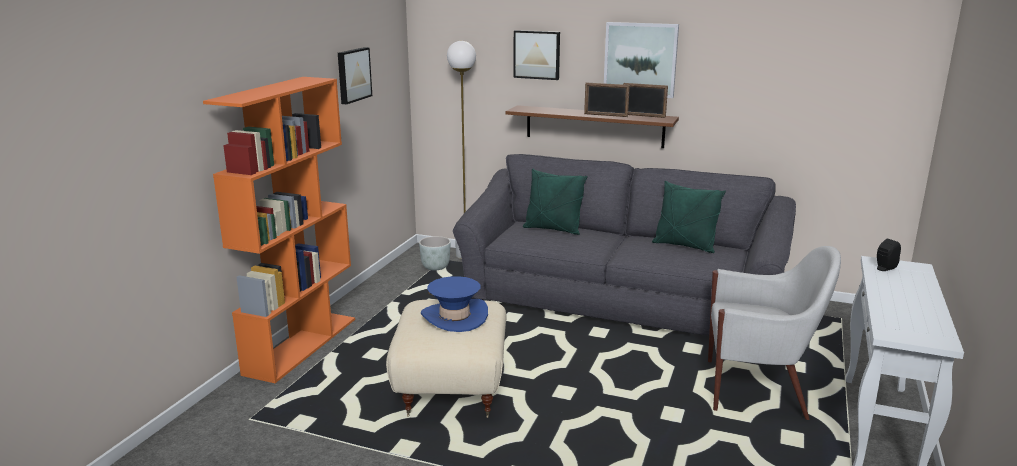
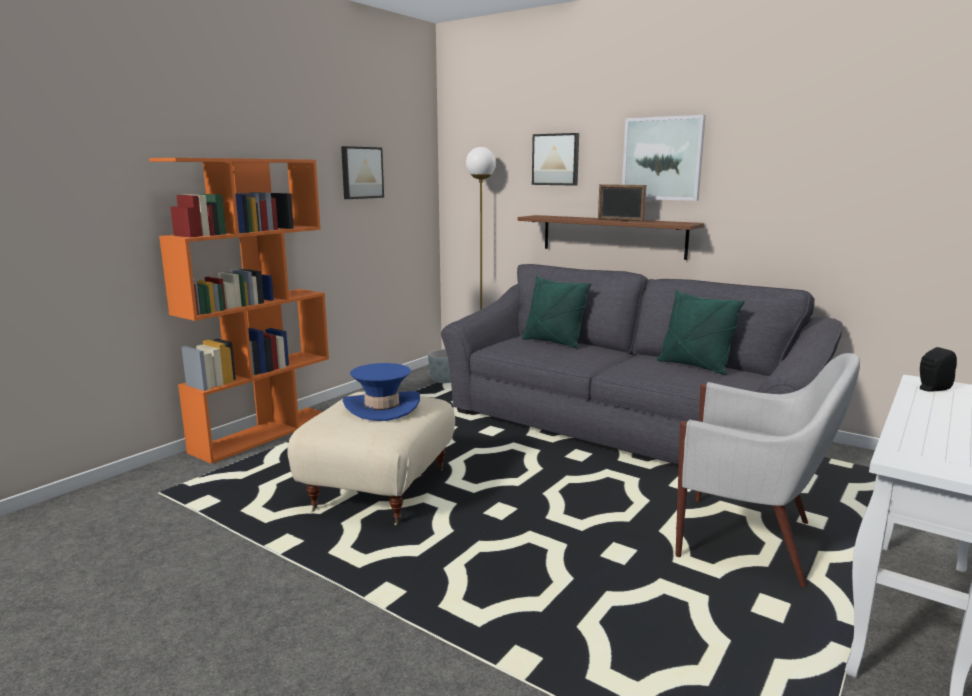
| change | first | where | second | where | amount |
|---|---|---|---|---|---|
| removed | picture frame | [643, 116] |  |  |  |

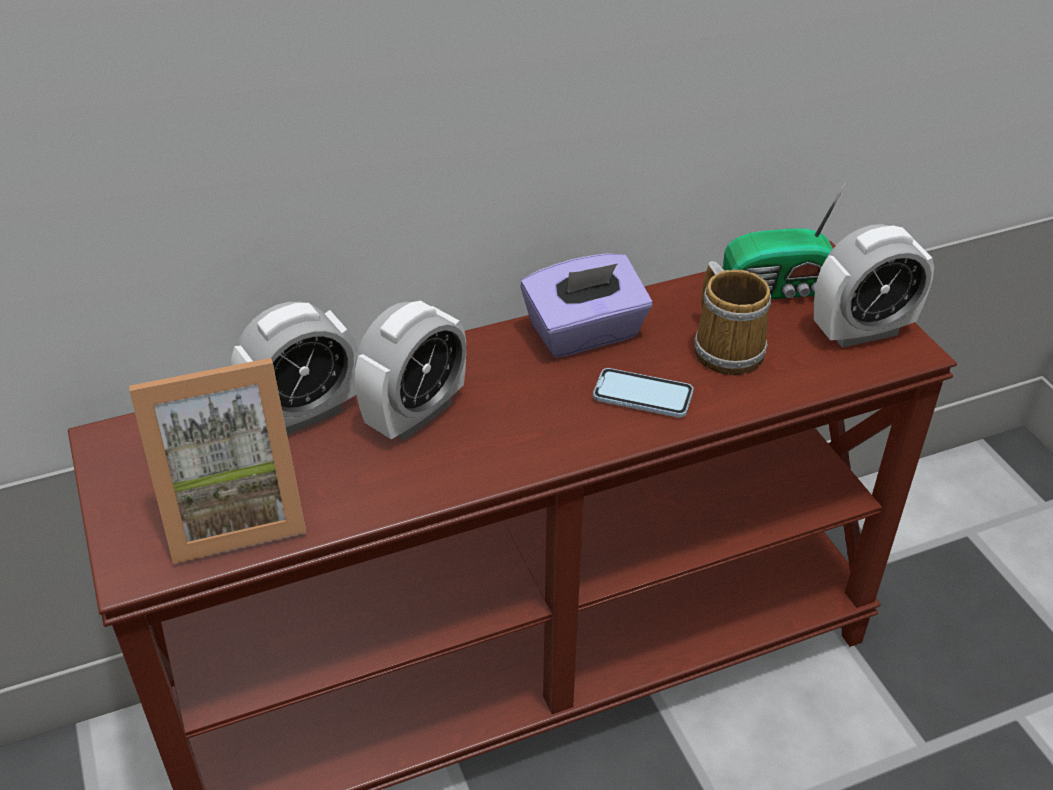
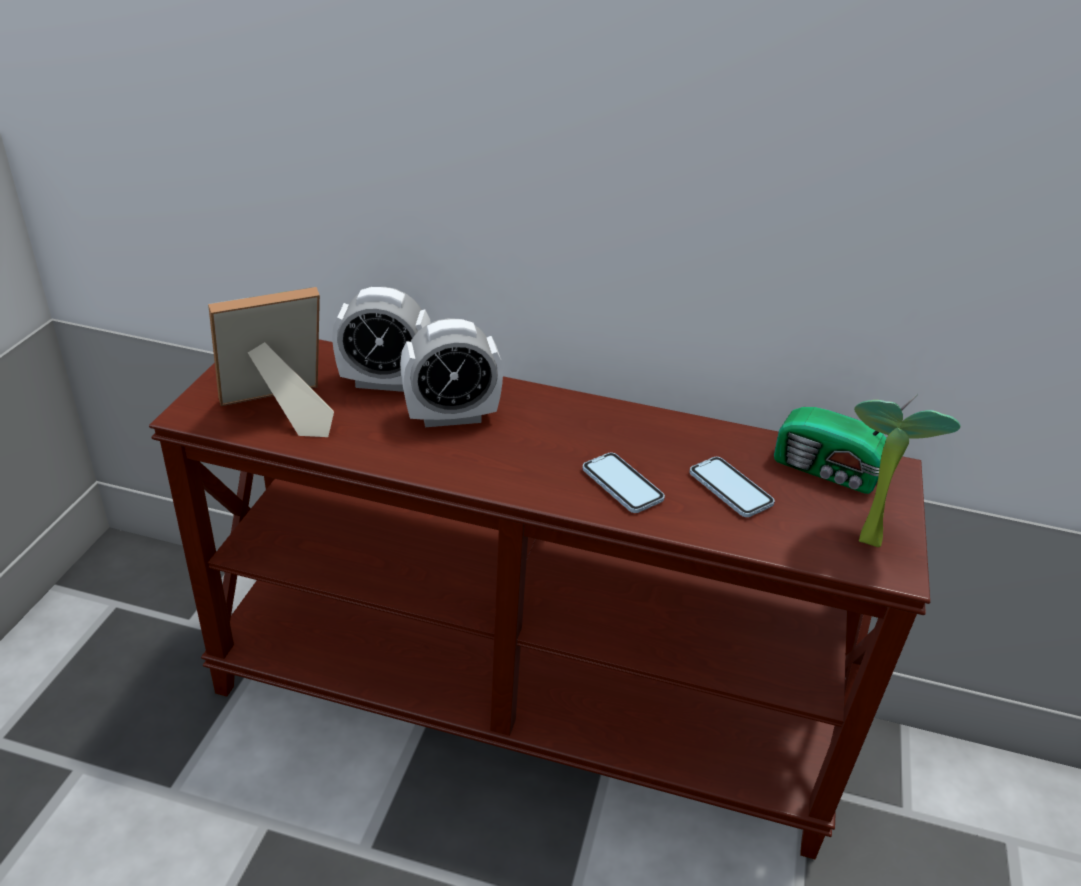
| change | first | where | second | where | amount |
|---|---|---|---|---|---|
| removed | box of tissues (purple) | [585, 333] |  |  |  |
| replaced | tea mug | [728, 348] | phone | [730, 489] |  |
| replaced | alarm clock | [862, 331] | houseplant | [864, 534] |  |
| turned | picture frame | [233, 512] |  | [278, 413] | 135 degrees clockwise |

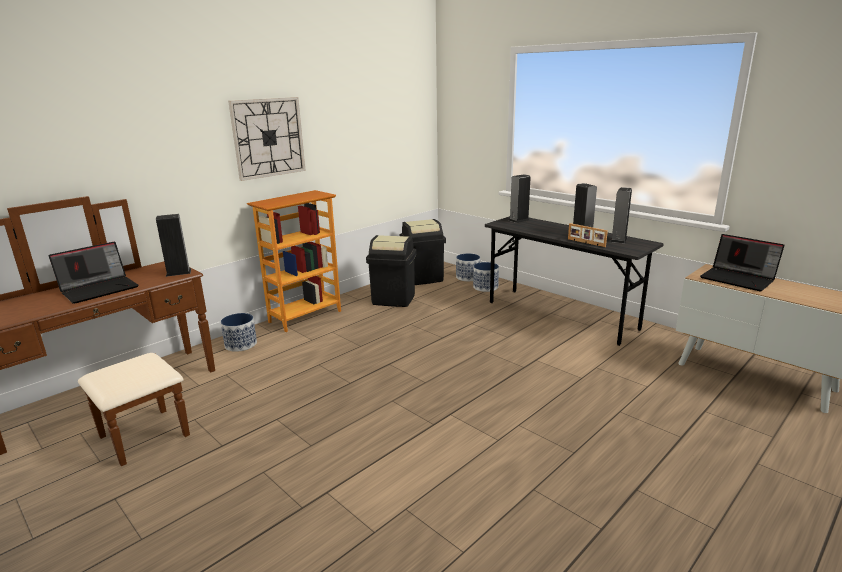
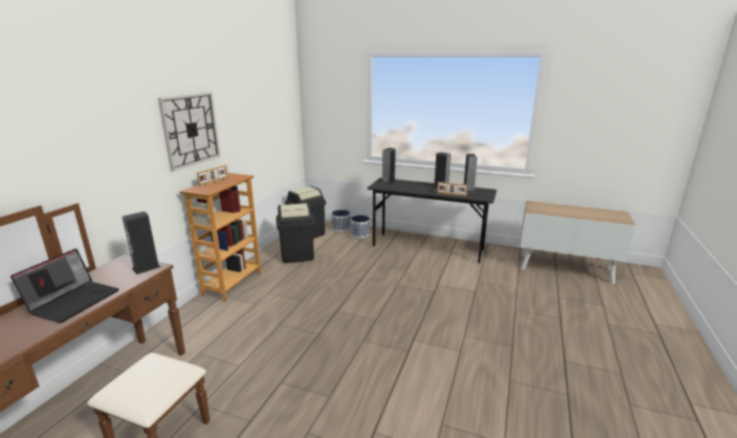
| change | first | where | second | where | amount |
|---|---|---|---|---|---|
| removed | plant pot | [240, 344] |  |  |  |
| removed | portable computer | [738, 279] |  |  |  |
| added |  |  | picture frame | [214, 182] |  |

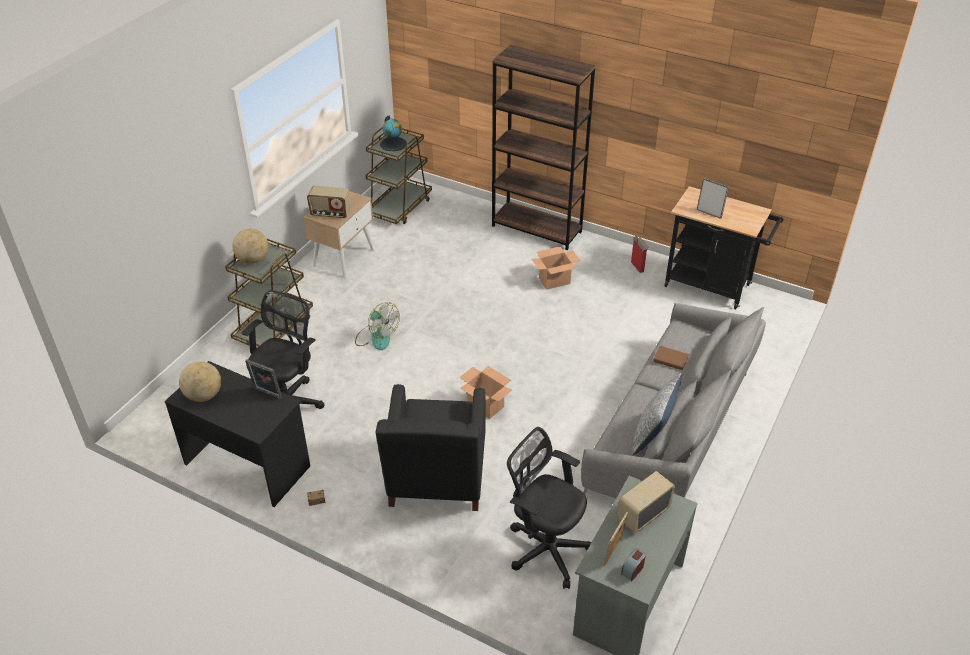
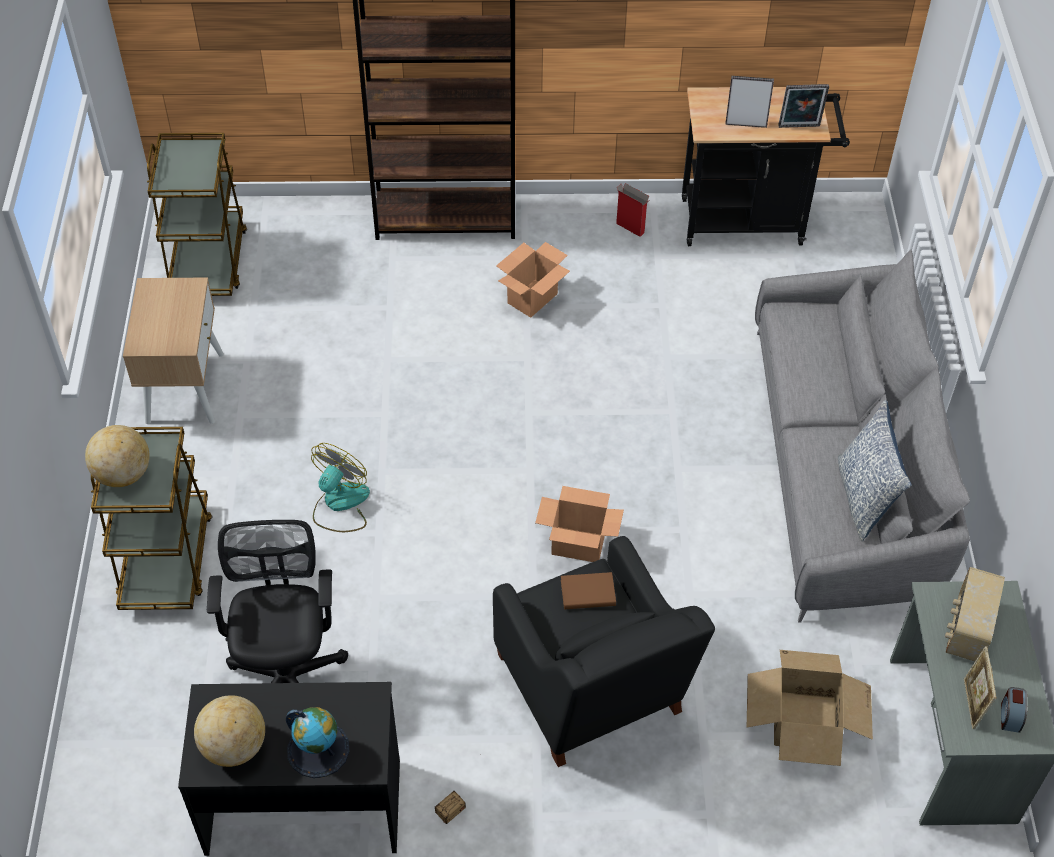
| change | first | where | second | where | amount |
|---|---|---|---|---|---|
| removed | radio receiver | [330, 213] |  |  |  |
| moved | picture frame | [267, 394] |  | [799, 127] |  |
| moved | globe | [393, 144] |  | [318, 749] |  |
| moved | book (brown) | [670, 360] |  | [588, 593] |  |
| replaced | computer chair (blackish) | [545, 547] | carton | [804, 720] |  |
| turned | fan | [376, 337] |  | [340, 504] | 75 degrees counterclockwise |

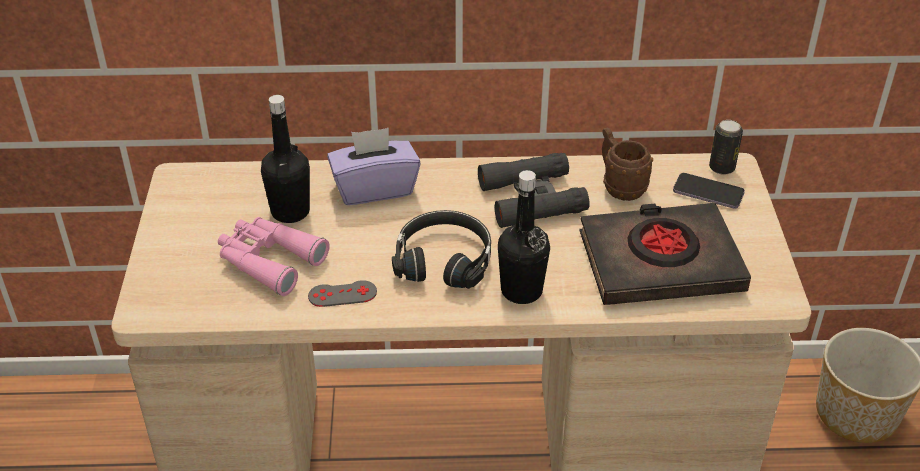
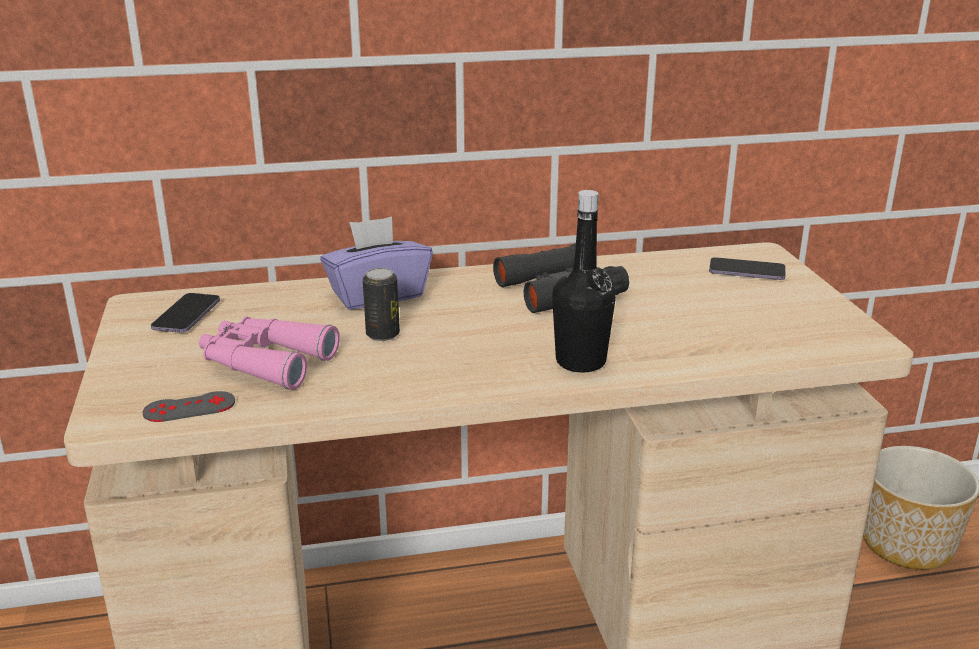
| change | first | where | second | where | amount |
|---|---|---|---|---|---|
| removed | beverage bottle (blackish) | [290, 212] |  |  |  |
| removed | headset (blackish) | [444, 259] |  |  |  |
| removed | book (blackish) | [660, 262] |  |  |  |
| removed | tea mug (brown) | [619, 186] |  |  |  |
| added |  |  | phone | [186, 315] |  |
| moved | joypad (greyish) | [342, 294] |  | [189, 407] |  |
| moved | can | [722, 167] |  | [382, 334] |  |

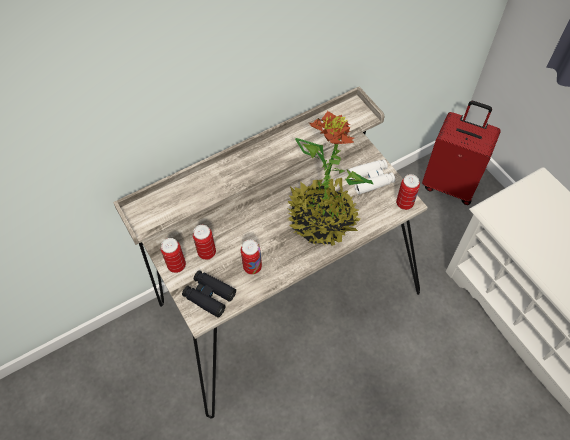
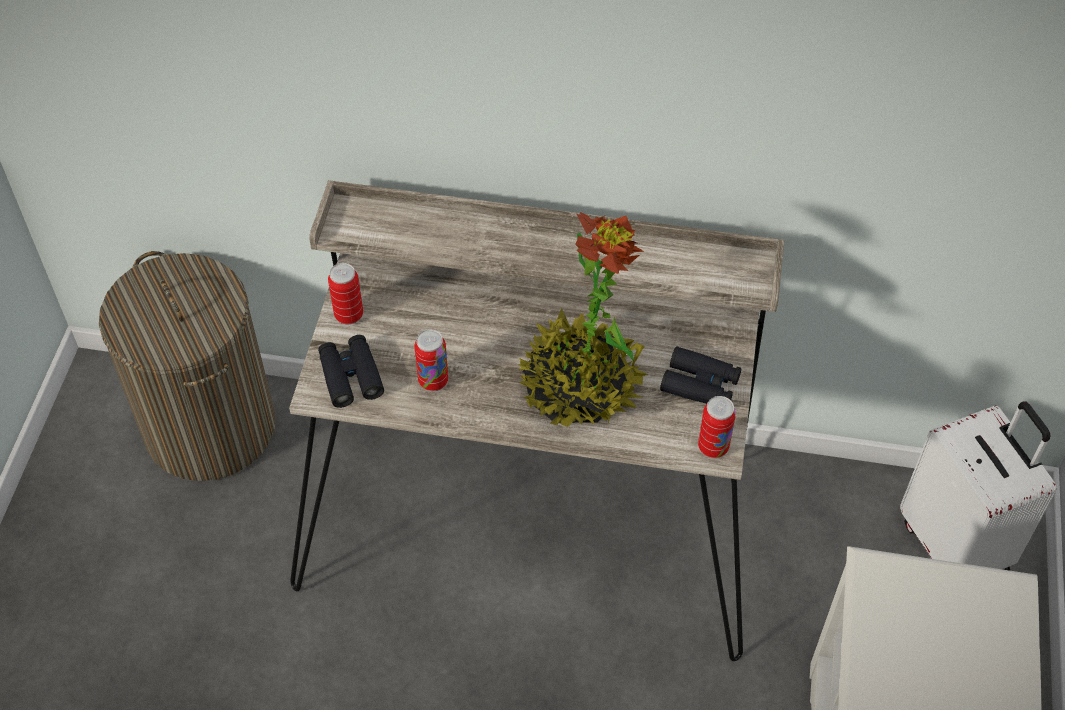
| change | first | where | second | where | amount |
|---|---|---|---|---|---|
| removed | can | [207, 252] |  |  |  |
| added |  |  | washing basket | [210, 427] |  |
| recoloured | binoculars (white) | [370, 179] | binoculars (blackish) | [700, 384] |  |
| recoloured | piece of luggage (red-coloured) | [450, 184] | piece of luggage (white) | [956, 546] |  |

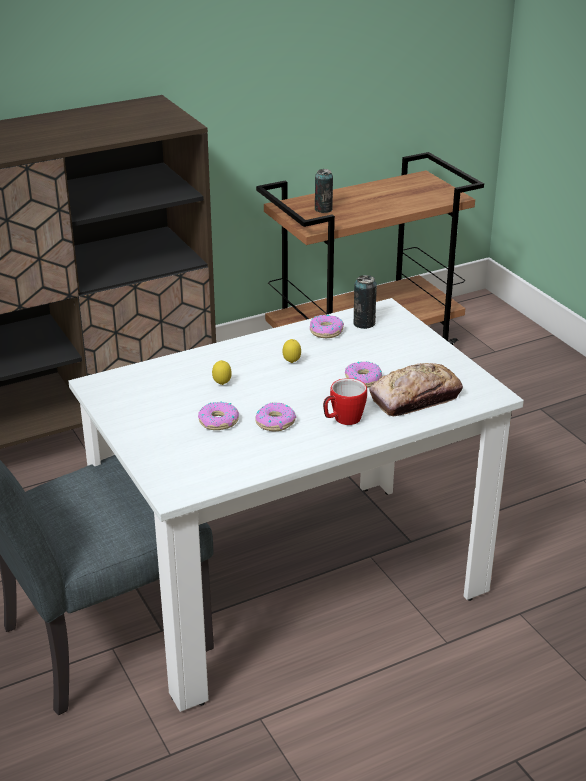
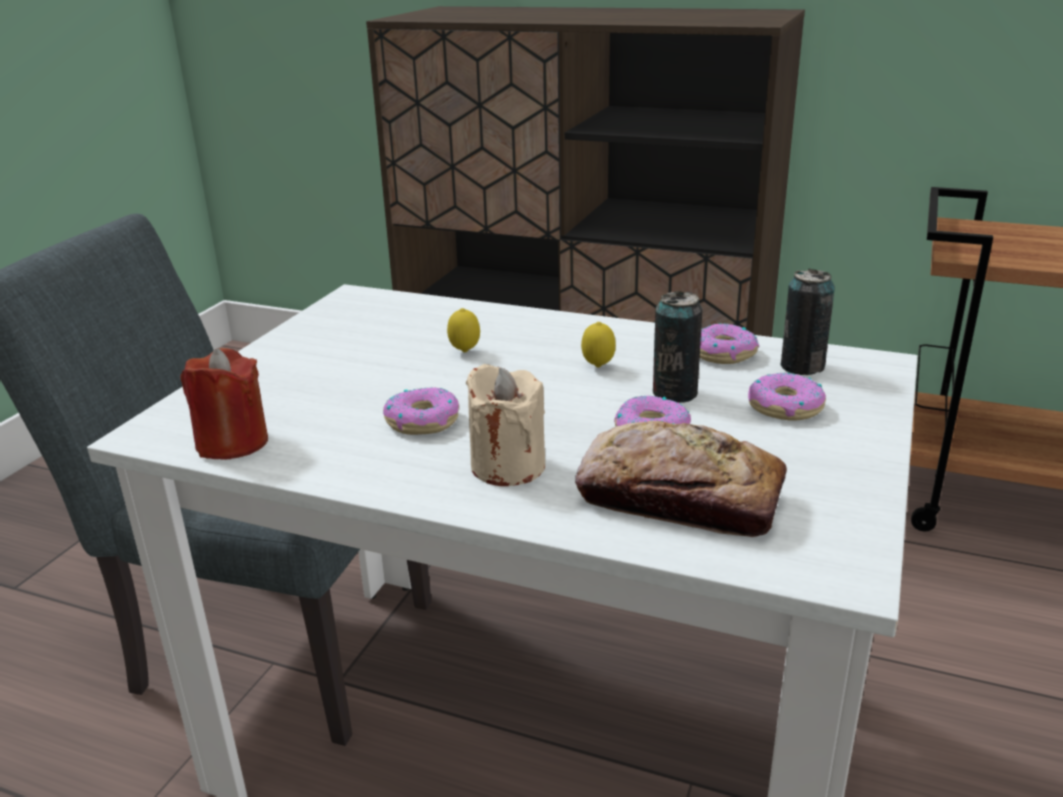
| change | first | where | second | where | amount |
|---|---|---|---|---|---|
| added |  |  | candle (red-coloured) | [232, 443] |  |
| moved | donut | [218, 422] |  | [784, 407] |  |
| moved | can | [323, 209] |  | [674, 393] |  |
| replaced | tea mug | [343, 420] | candle (beige) | [508, 466] |  |

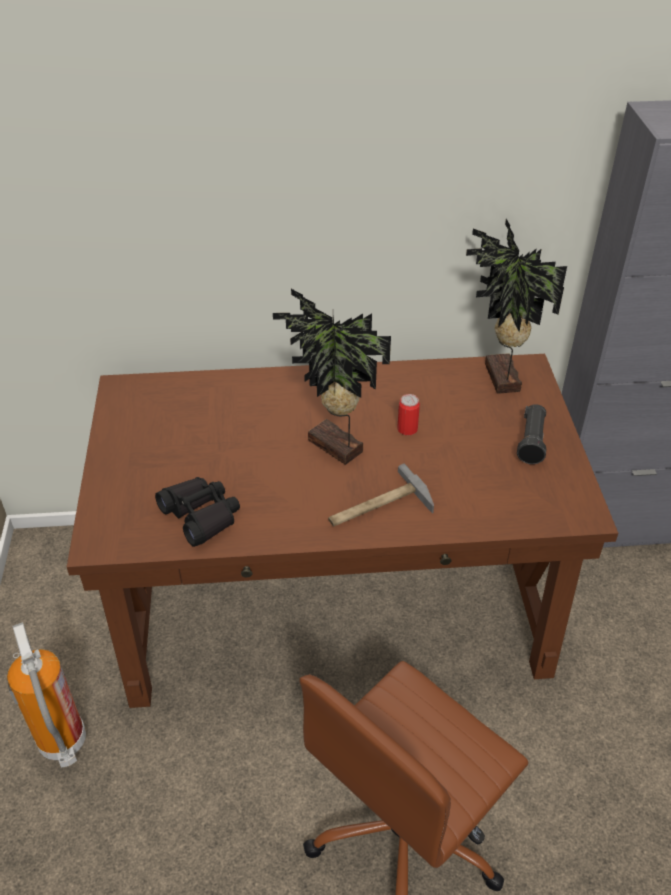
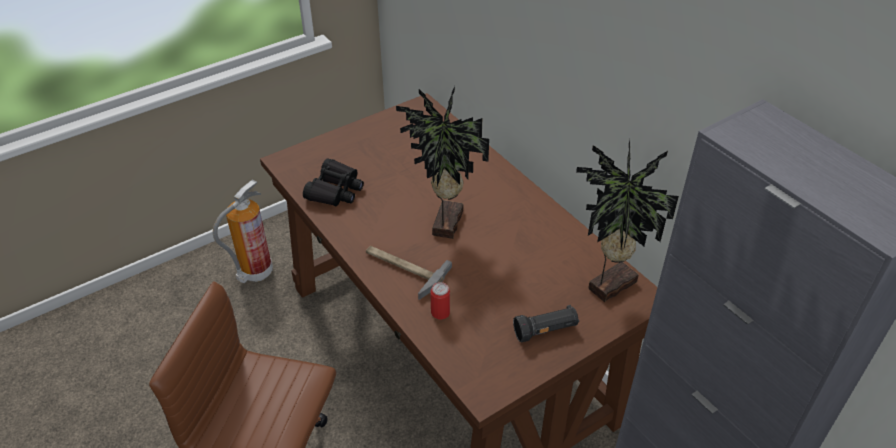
| change | first | where | second | where | amount |
|---|---|---|---|---|---|
| moved | can | [407, 429] |  | [440, 312] |  |

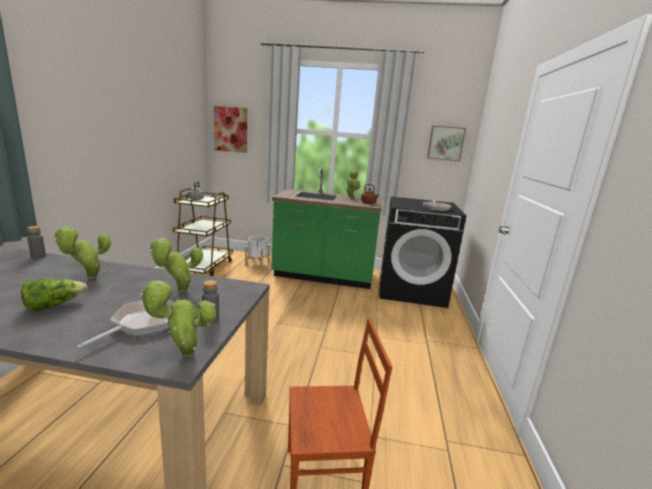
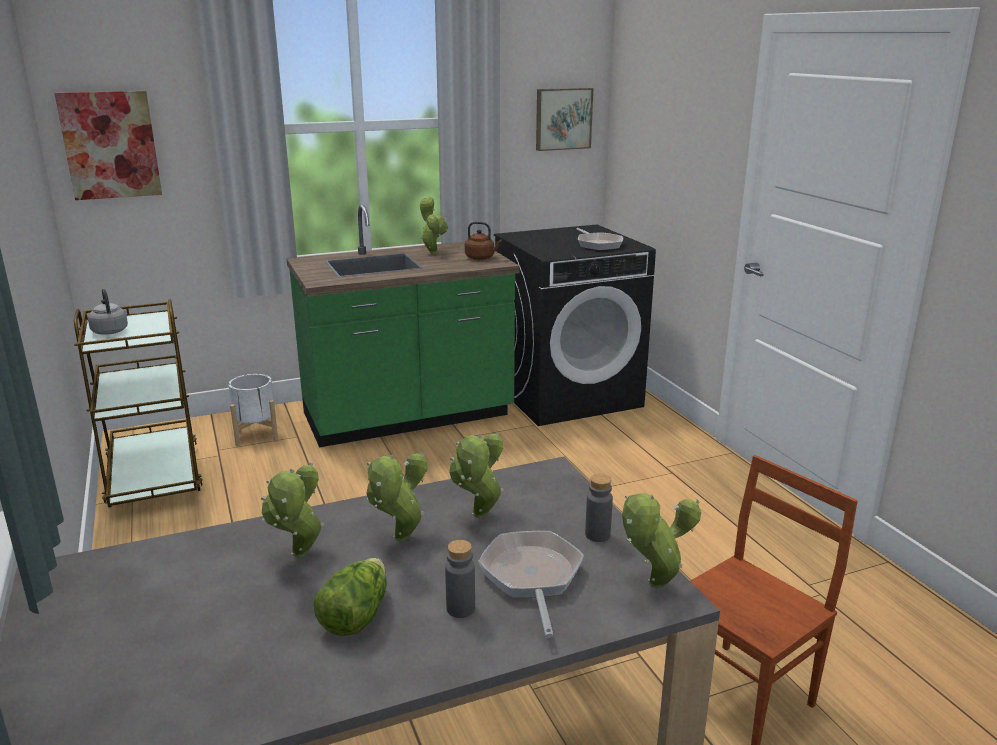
| change | first | where | second | where | amount |
|---|---|---|---|---|---|
| added |  |  | houseplant | [399, 540] |  |
| moved | beverage bottle (greyish) | [38, 256] |  | [460, 608] |  |

